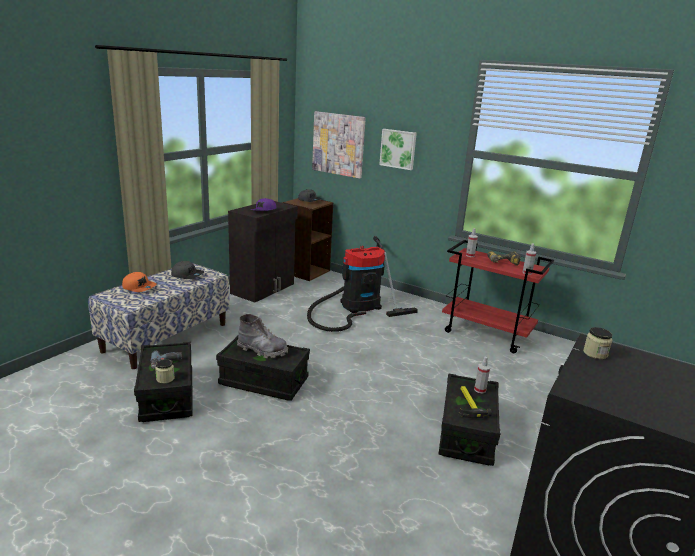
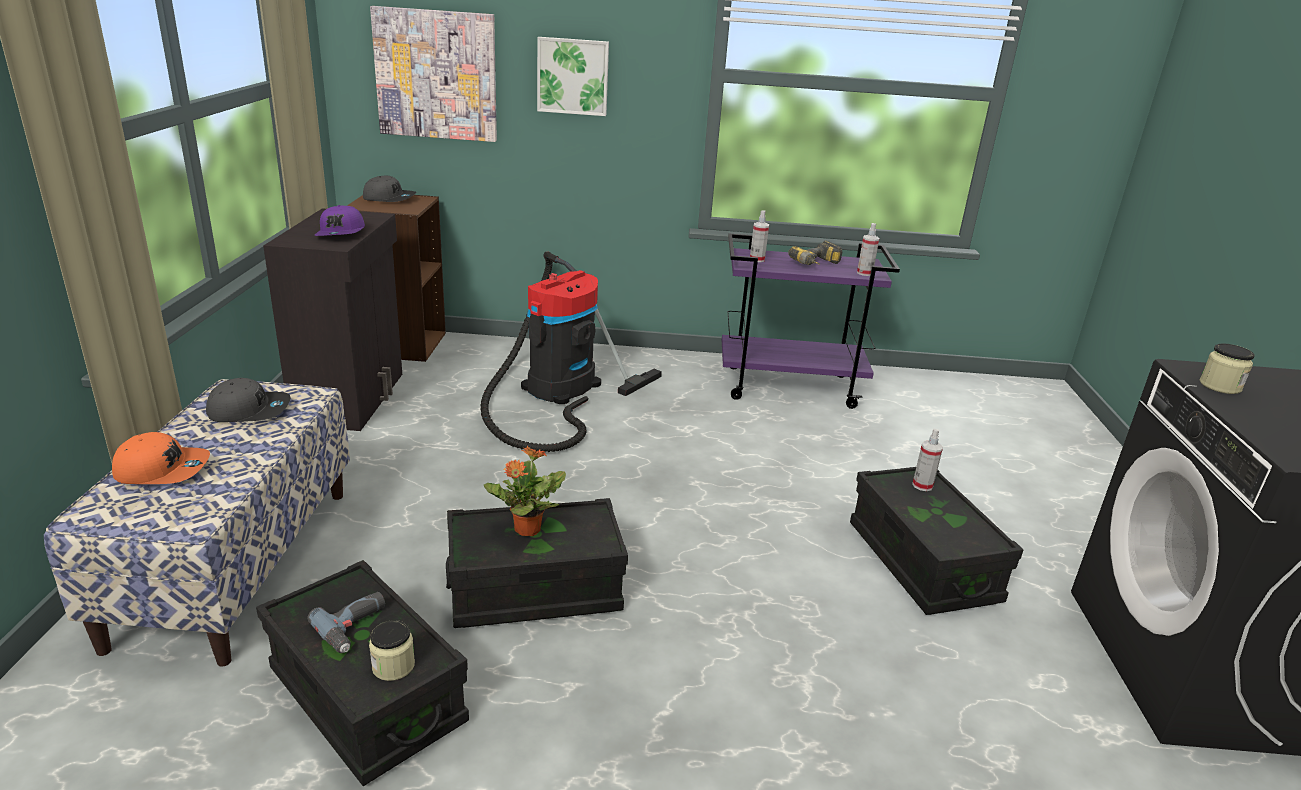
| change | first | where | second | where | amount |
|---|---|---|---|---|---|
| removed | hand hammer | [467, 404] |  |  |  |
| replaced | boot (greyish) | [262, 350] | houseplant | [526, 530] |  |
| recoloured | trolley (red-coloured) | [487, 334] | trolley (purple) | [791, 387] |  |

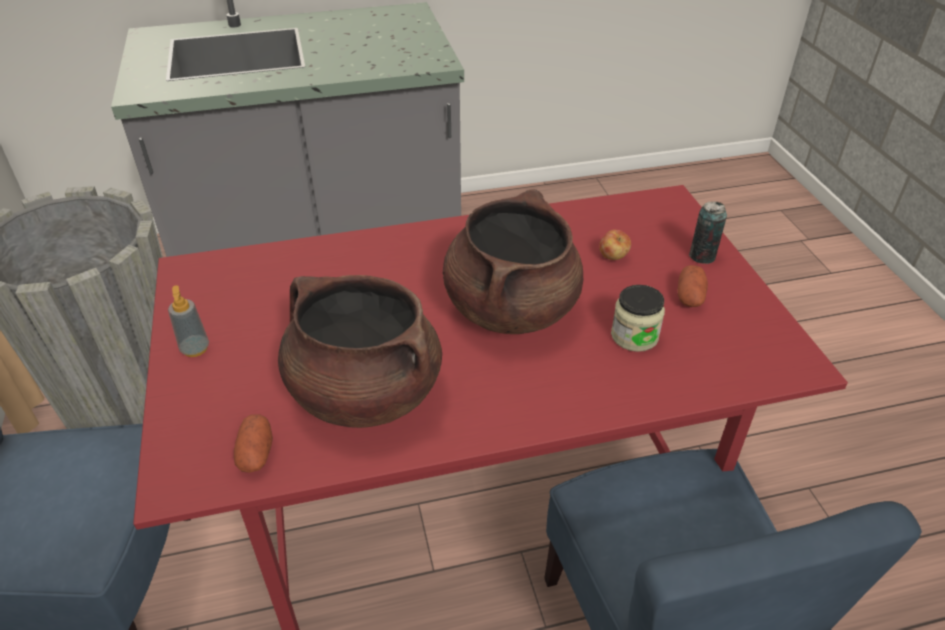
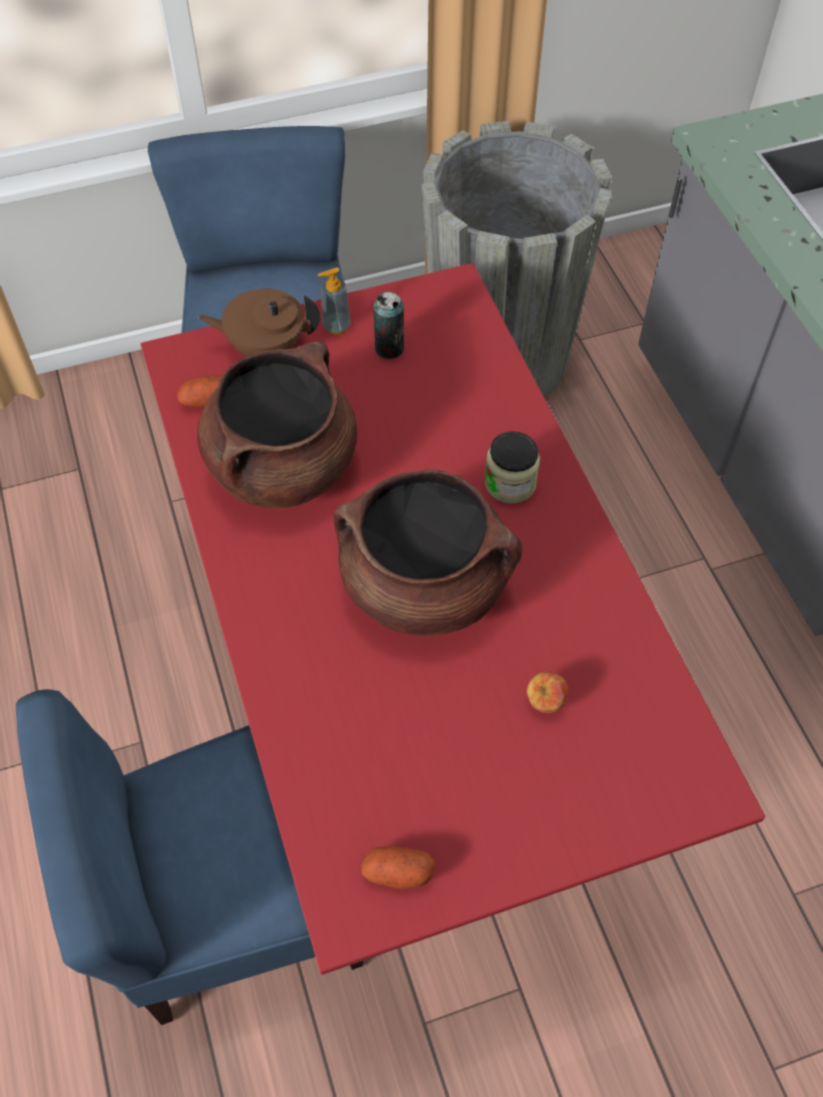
| change | first | where | second | where | amount |
|---|---|---|---|---|---|
| added |  |  | teapot (brown) | [265, 347] |  |
| moved | storage jar | [634, 336] |  | [510, 483] |  |
| moved | spud | [690, 296] |  | [397, 873] |  |
| moved | can | [702, 256] |  | [389, 348] |  |

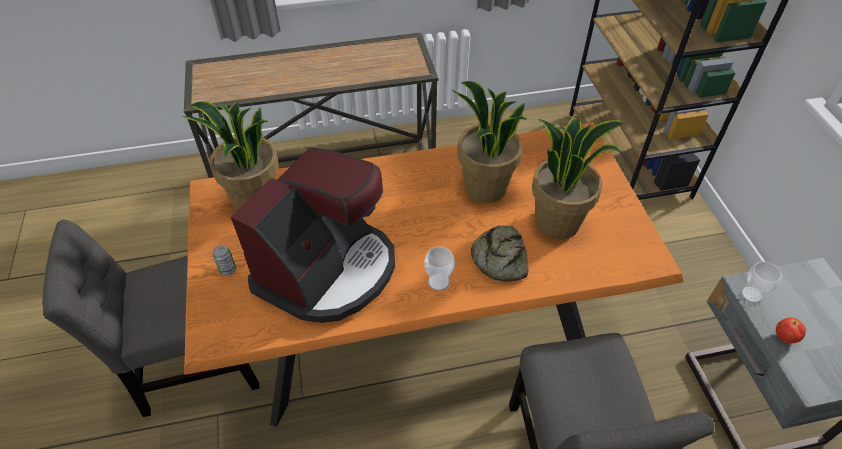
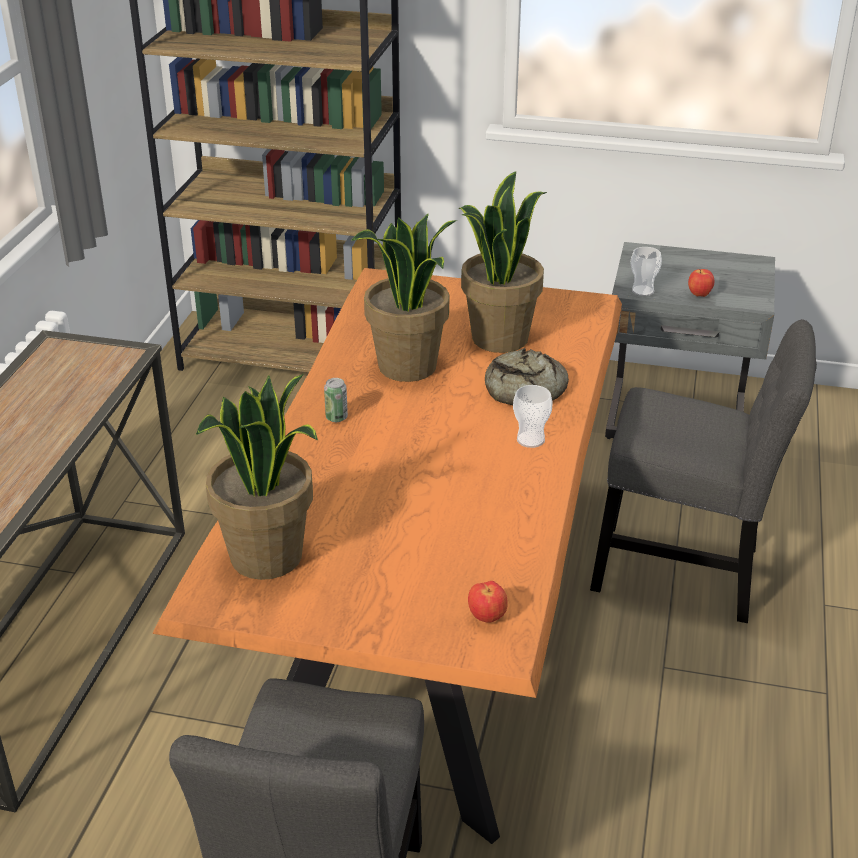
| change | first | where | second | where | amount |
|---|---|---|---|---|---|
| removed | coffee brewer | [328, 270] |  |  |  |
| added |  |  | apple | [487, 617] |  |
| moved | can | [228, 270] |  | [336, 417] |  |

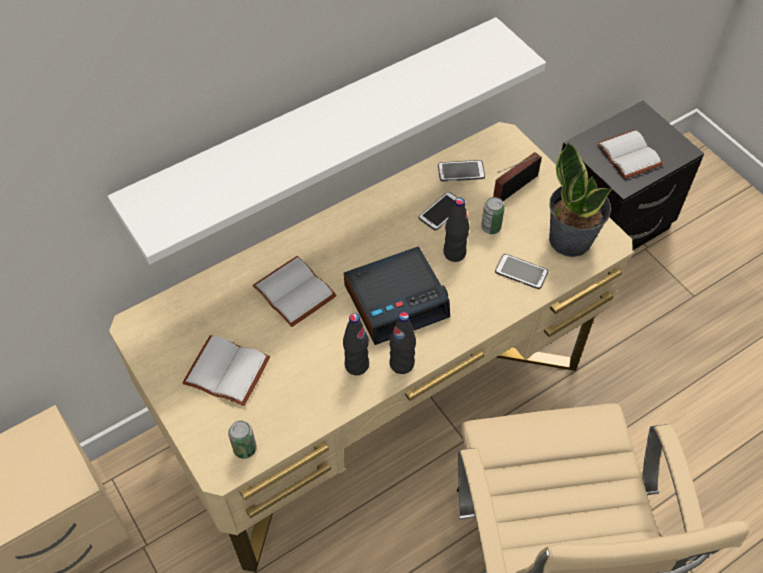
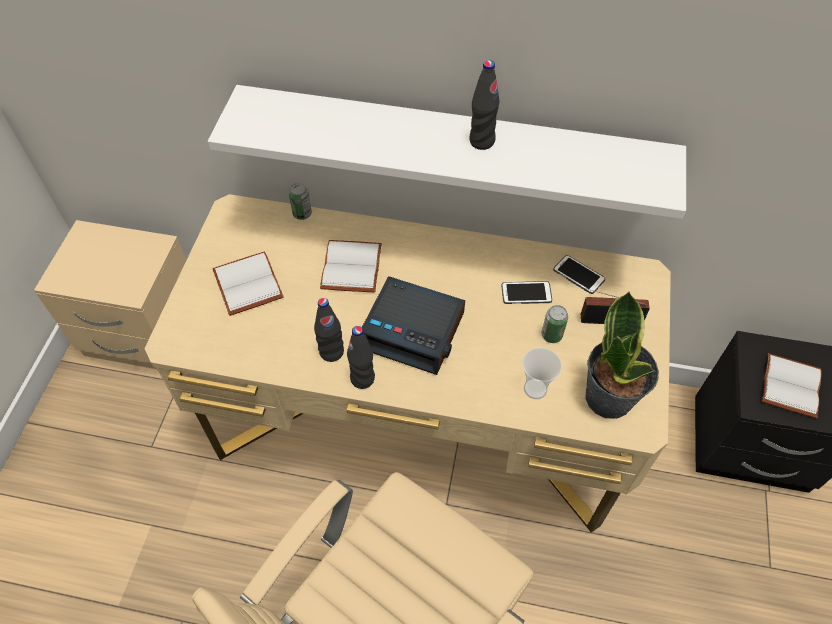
| change | first | where | second | where | amount |
|---|---|---|---|---|---|
| moved | can | [245, 449] |  | [302, 214] |  |
| moved | beverage bottle (blackish) | [454, 253] |  | [481, 141] |  |
| replaced | phone | [521, 272] | drinking cup | [535, 389] |  |

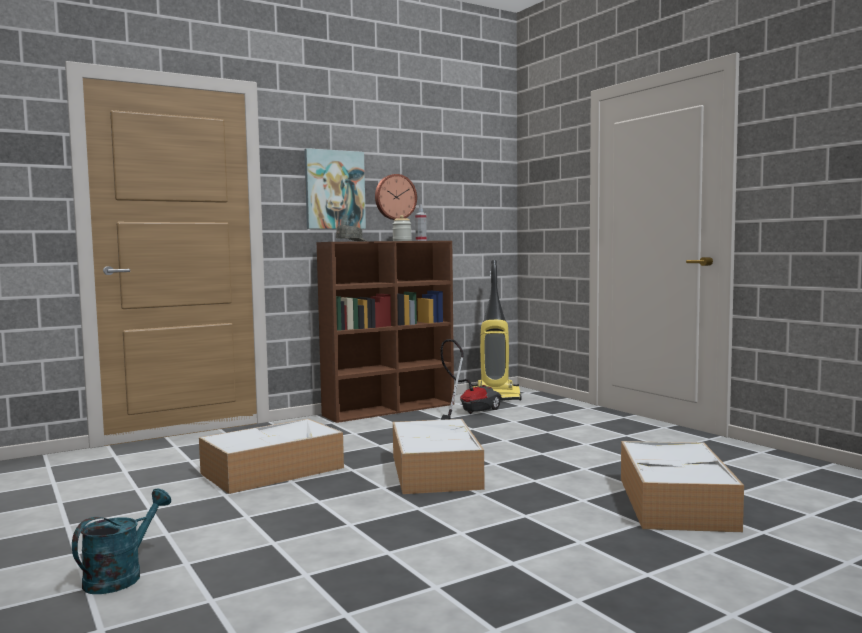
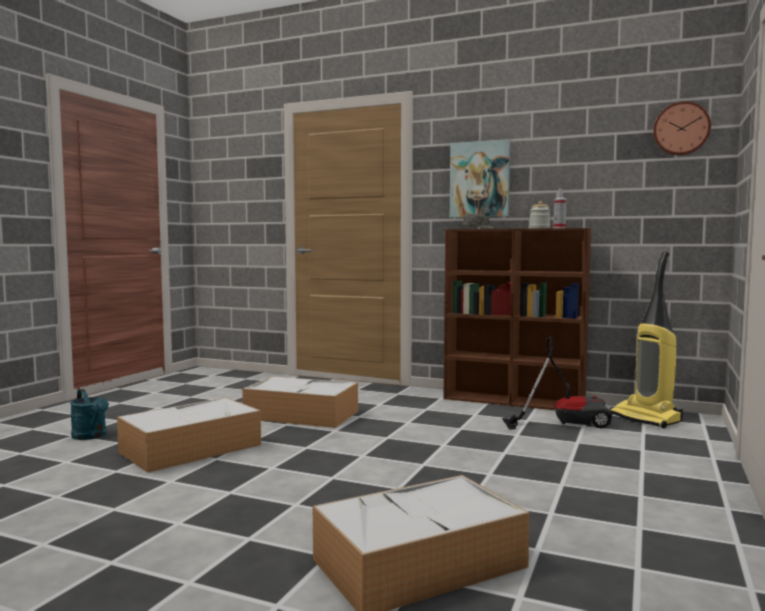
| change | first | where | second | where | amount |
|---|---|---|---|---|---|
| moved | wall clock | [394, 197] |  | [681, 129] |  |
| moved | storage bin | [434, 471] |  | [192, 448] |  |
| turned | watering can (turquoise) | [120, 576] |  | [91, 436] | 60 degrees clockwise |

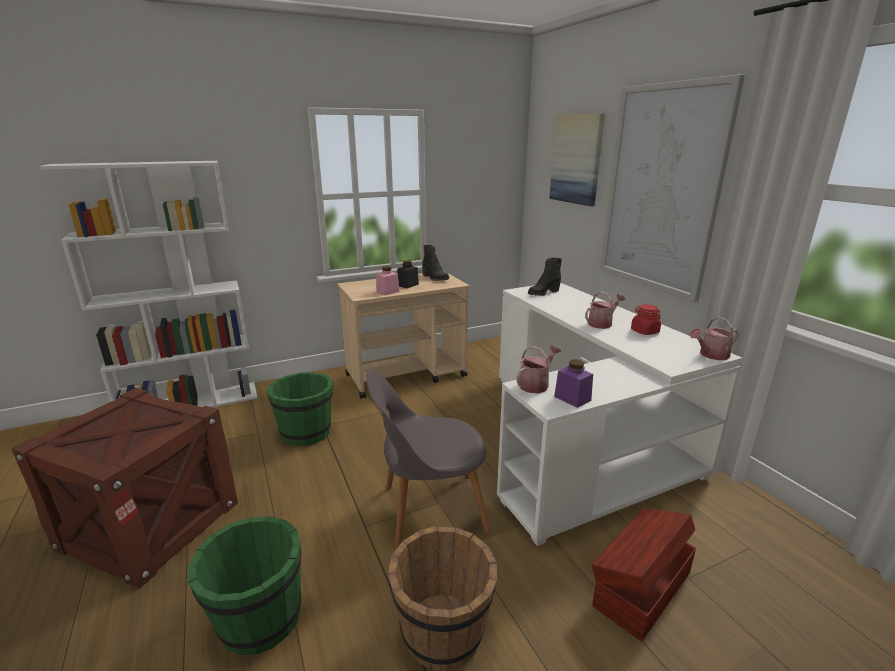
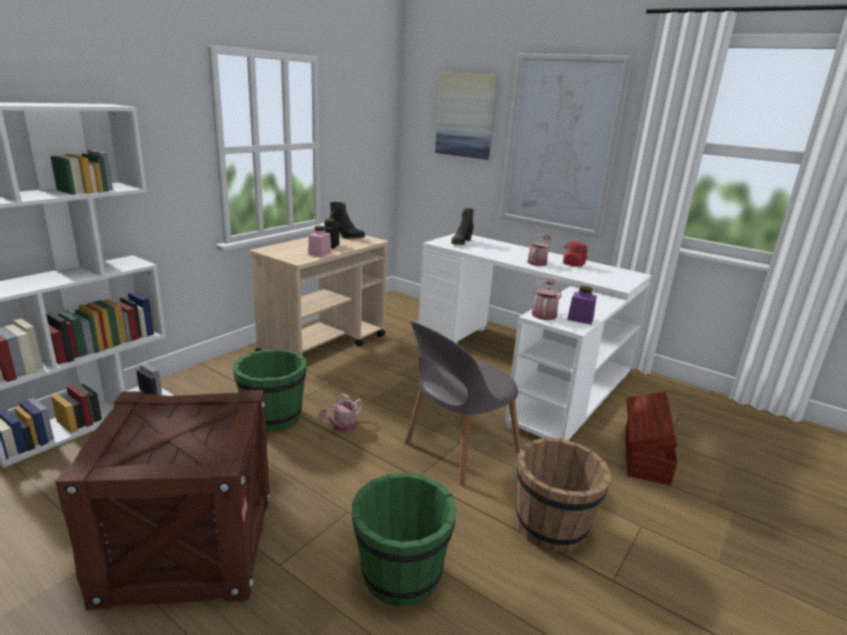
| change | first | where | second | where | amount |
|---|---|---|---|---|---|
| moved | watering can | [711, 355] |  | [342, 426] |  |

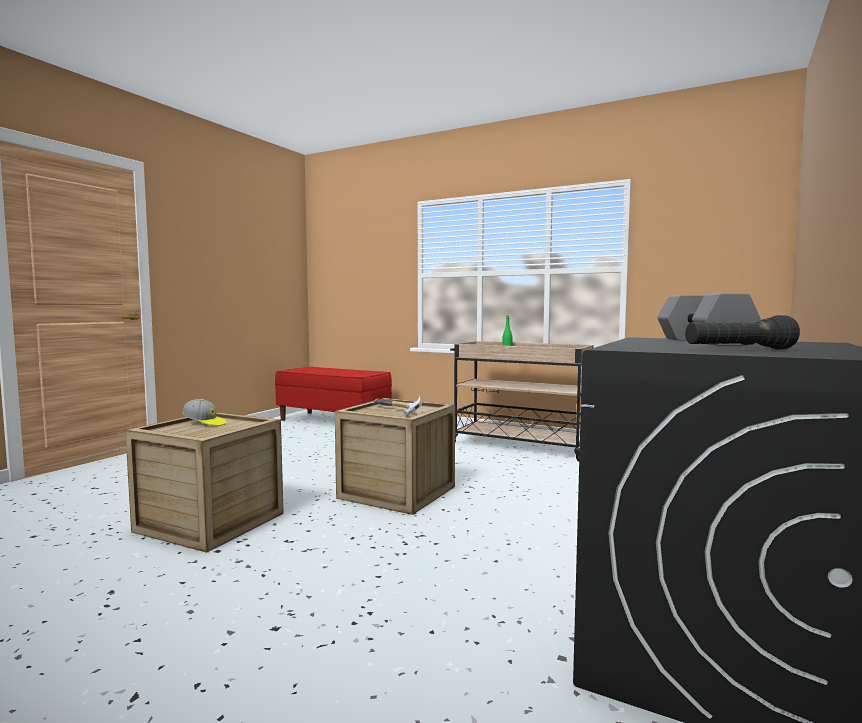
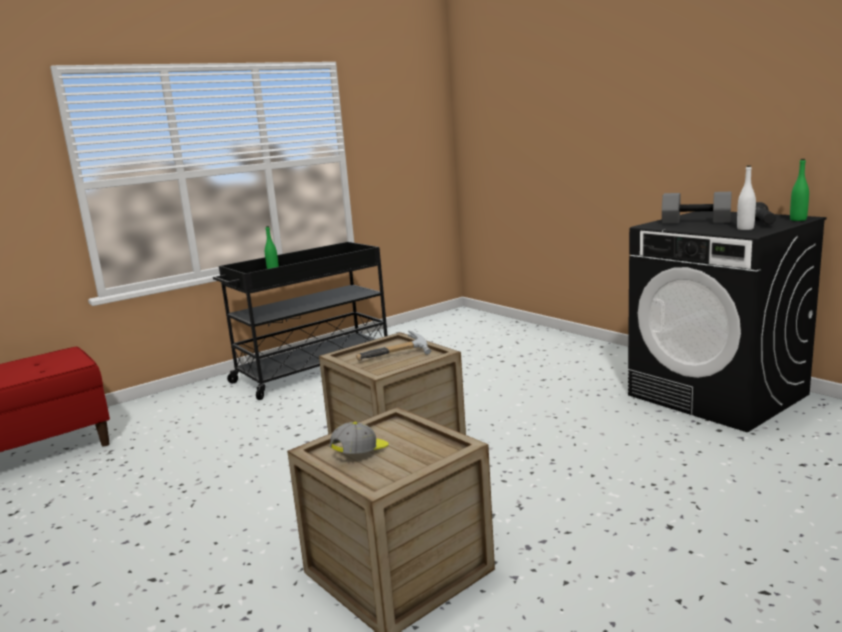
| change | first | where | second | where | amount |
|---|---|---|---|---|---|
| added |  |  | beverage bottle (white) | [745, 229] |  |
| added |  |  | beverage bottle (greenish) | [798, 220] |  |
| recoloured | trolley (beige) | [519, 446] | trolley (blackish) | [313, 370] |  |

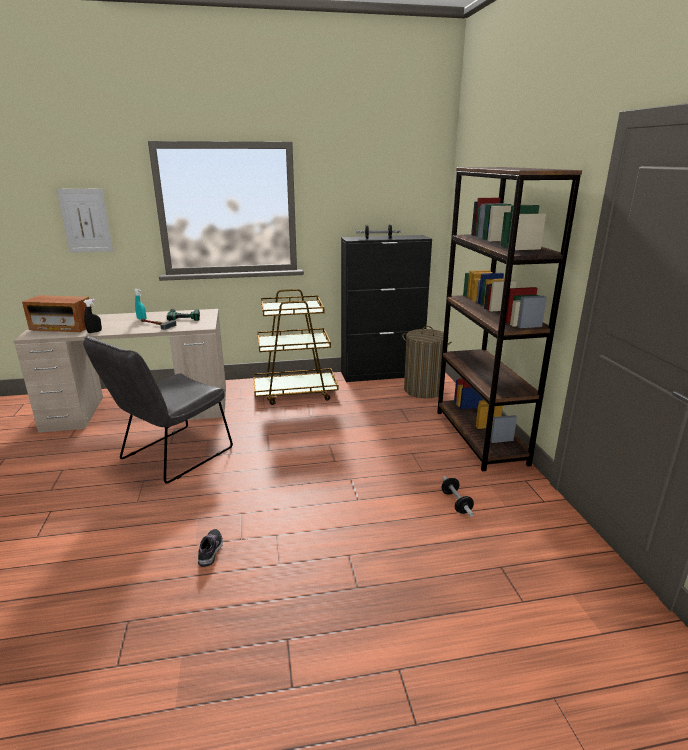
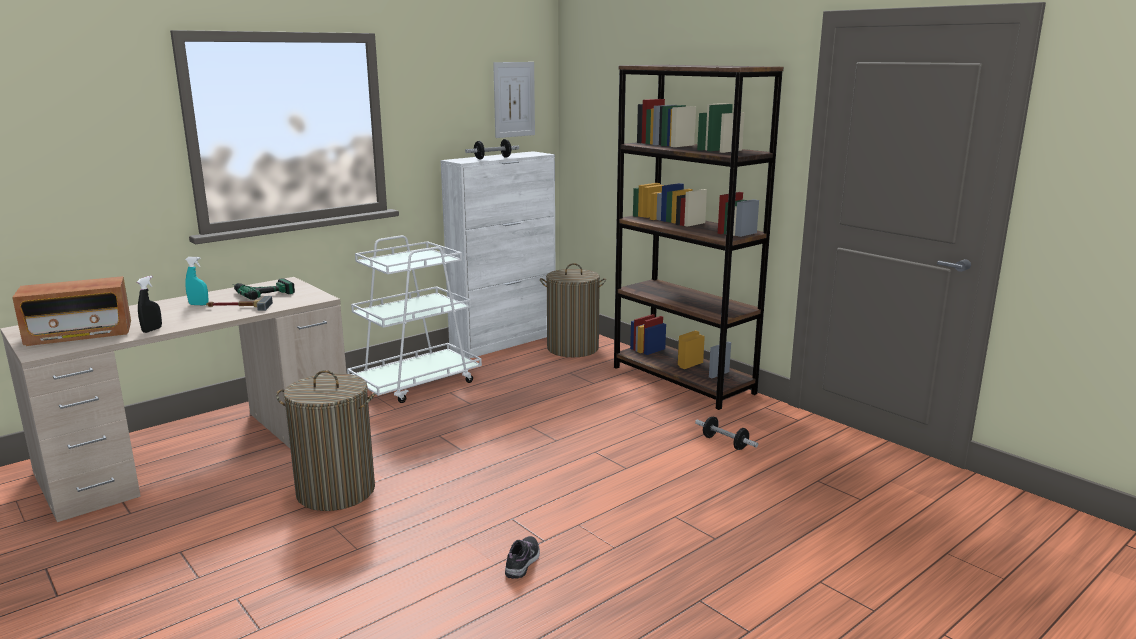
| change | first | where | second | where | amount |
|---|---|---|---|---|---|
| moved | wall picture | [85, 220] |  | [514, 99] |  |
| replaced | upright chair (greyish) | [171, 457] | washing basket | [335, 491] |  |
| recoloured | trolley (brown) | [295, 392] | trolley (white) | [417, 383] |  |
| recoloured | cupboard (blackish) | [382, 374] | cupboard (white) | [504, 341] |  |
| turned | item of footwear | [211, 550] |  | [523, 562] | 45 degrees clockwise |

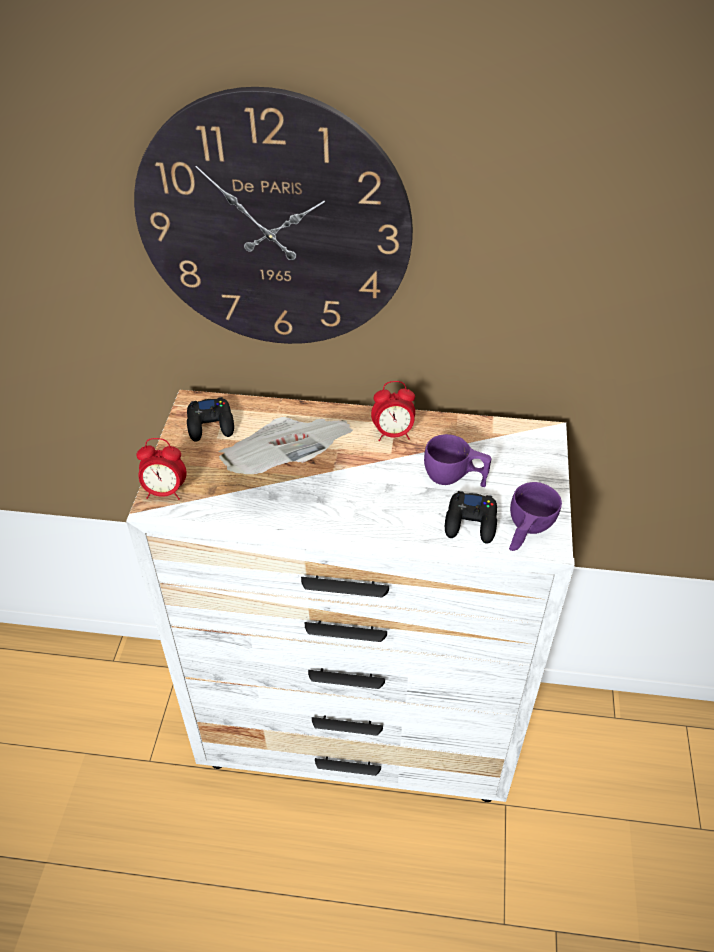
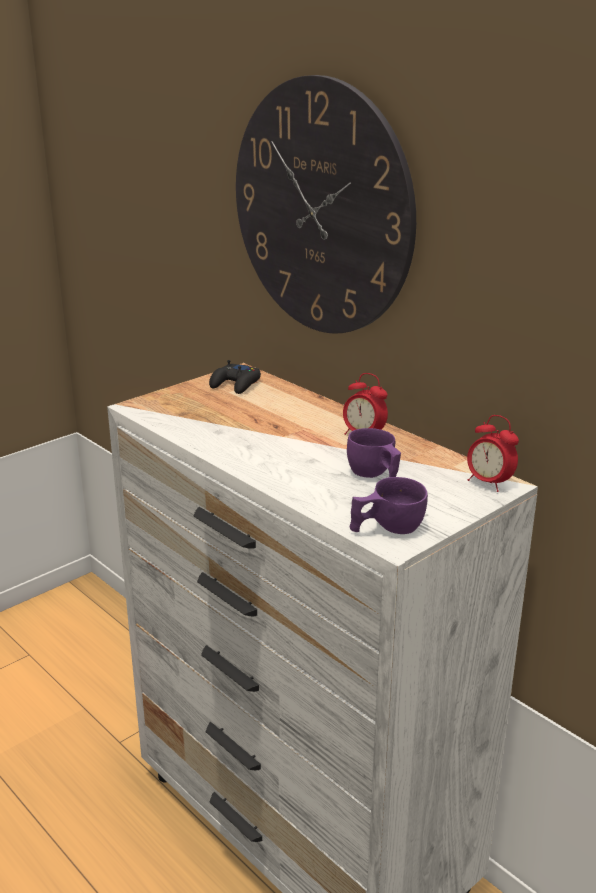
| change | first | where | second | where | amount |
|---|---|---|---|---|---|
| removed | printed paper | [285, 467] |  |  |  |
| removed | joypad (blackish) | [471, 522] |  |  |  |
| moved | alarm clock | [165, 492] |  | [488, 483] |  |

